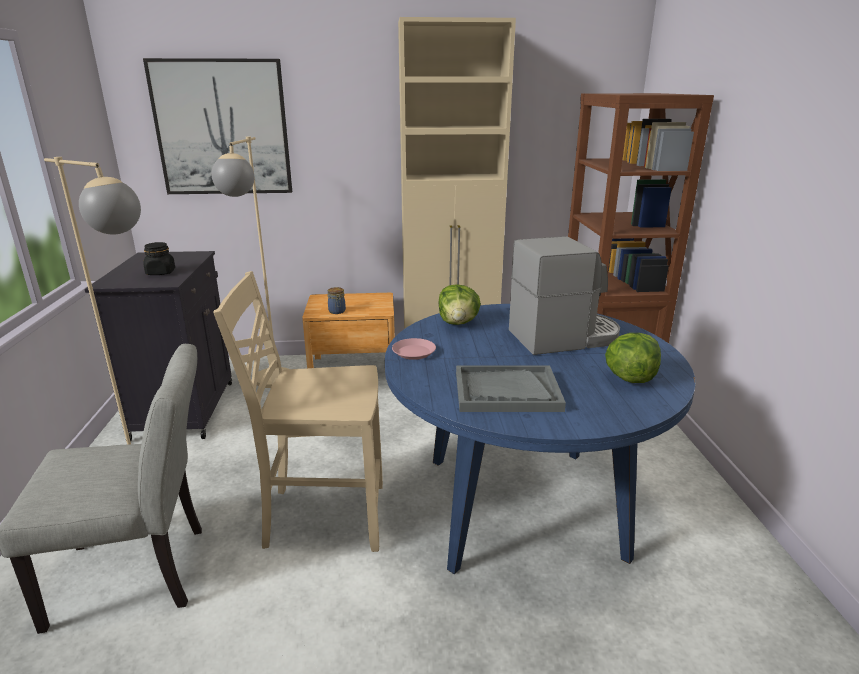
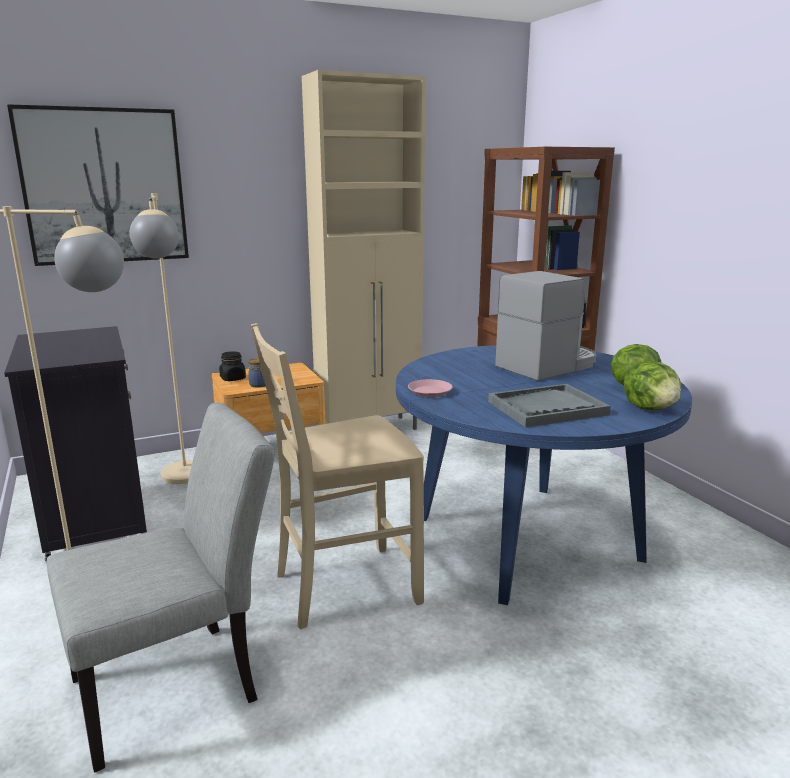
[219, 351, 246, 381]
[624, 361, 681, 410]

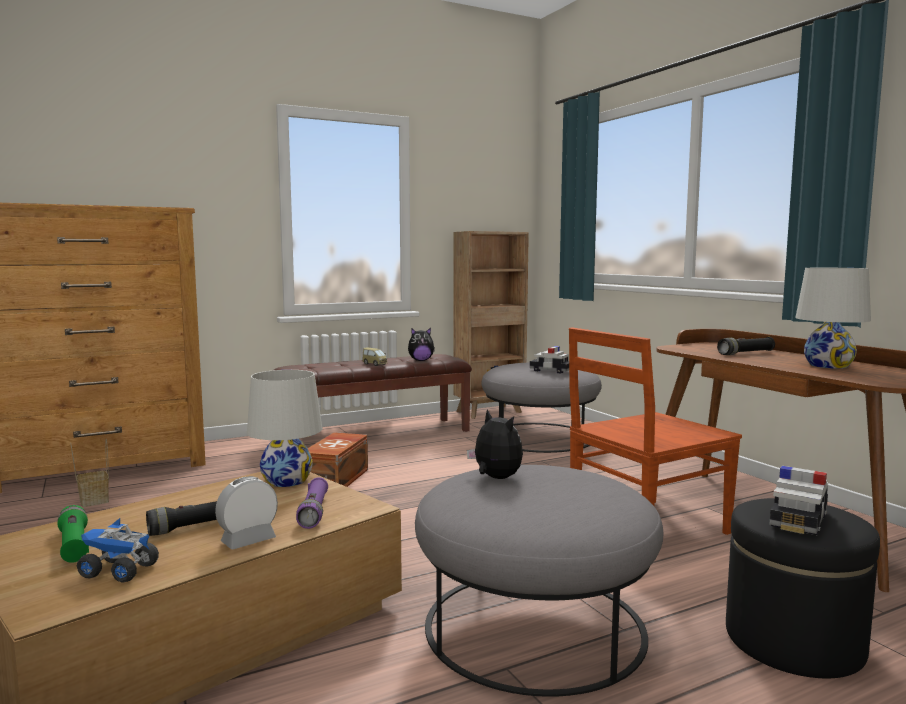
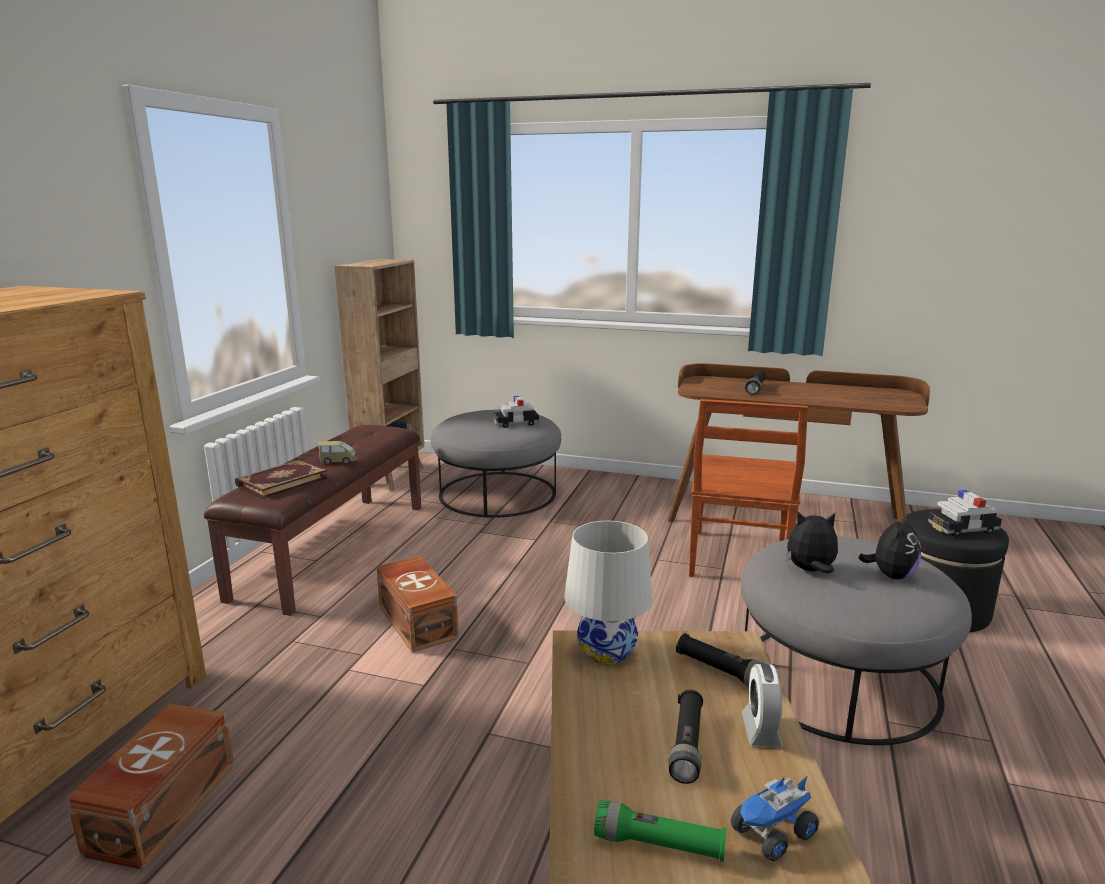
[795, 268, 871, 369] (first image)
[235, 460, 327, 499]
[858, 513, 921, 579]
[66, 703, 234, 870]
[676, 633, 764, 687]
[928, 489, 1002, 537]

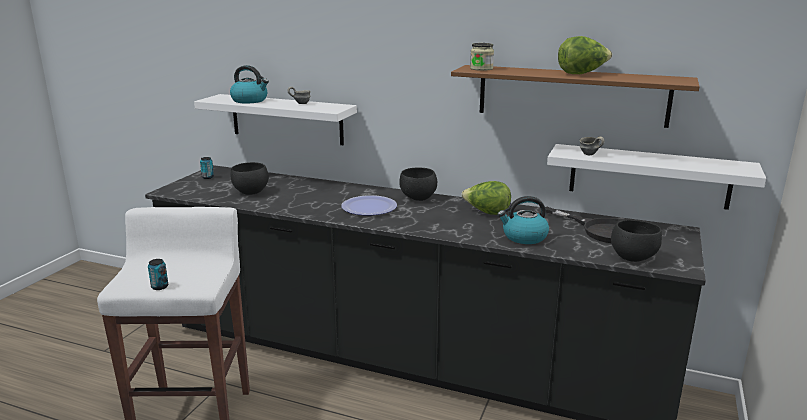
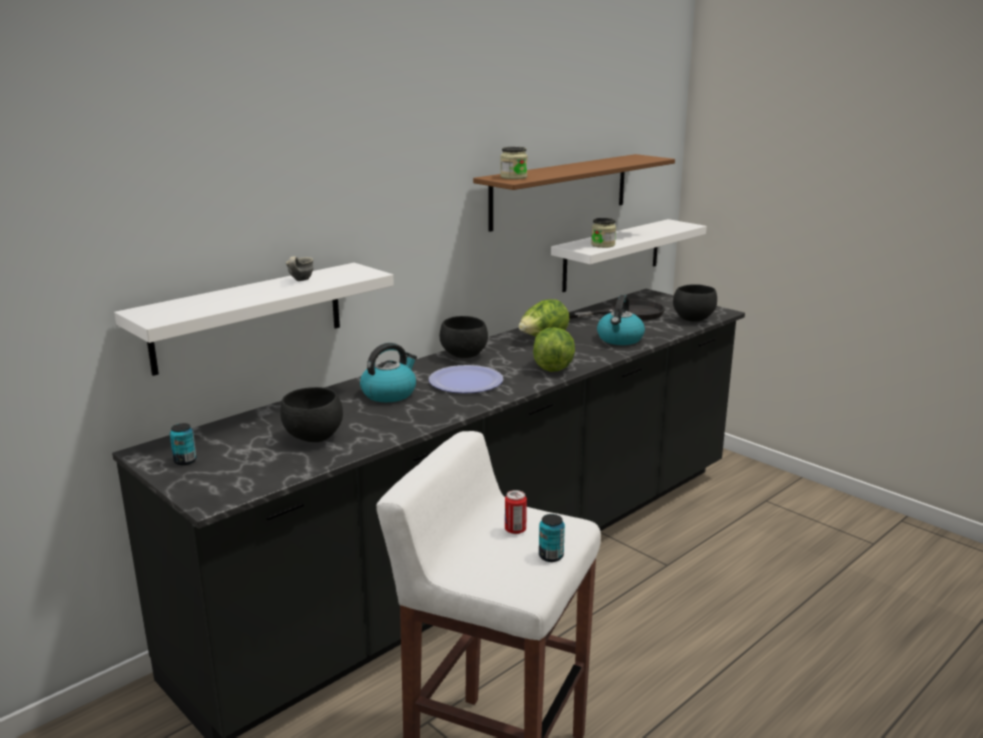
[505, 490, 527, 534]
[360, 343, 417, 402]
[533, 327, 575, 372]
[591, 218, 616, 248]

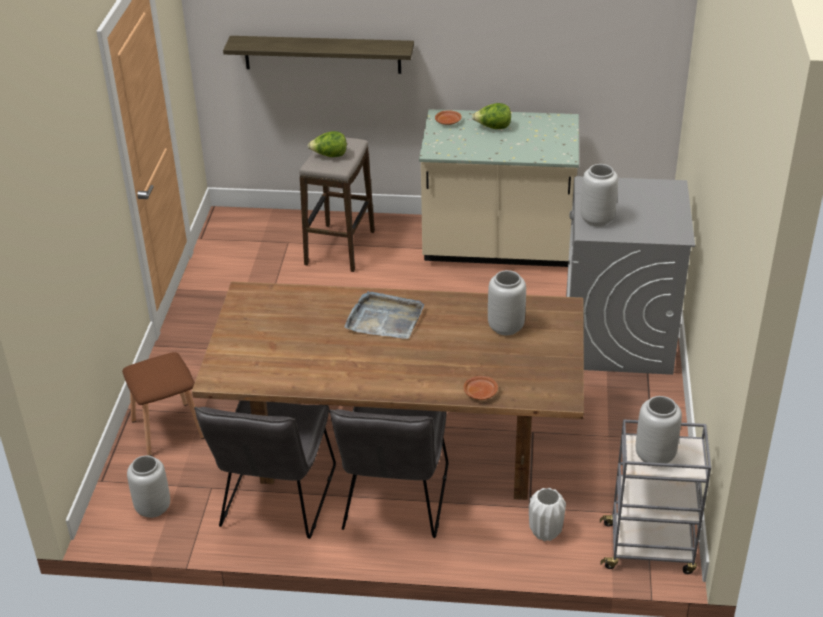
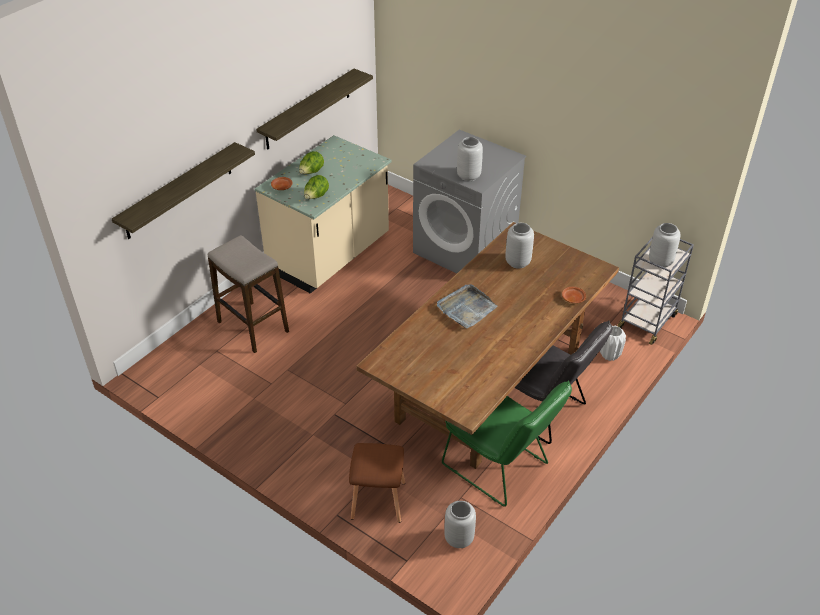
[256, 69, 373, 150]
[304, 175, 329, 199]
[442, 380, 572, 507]

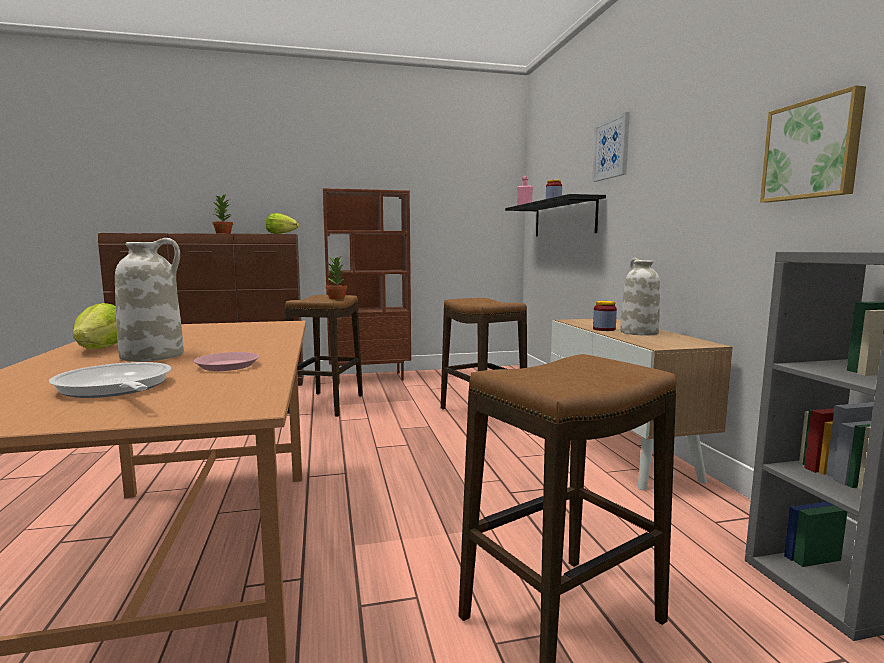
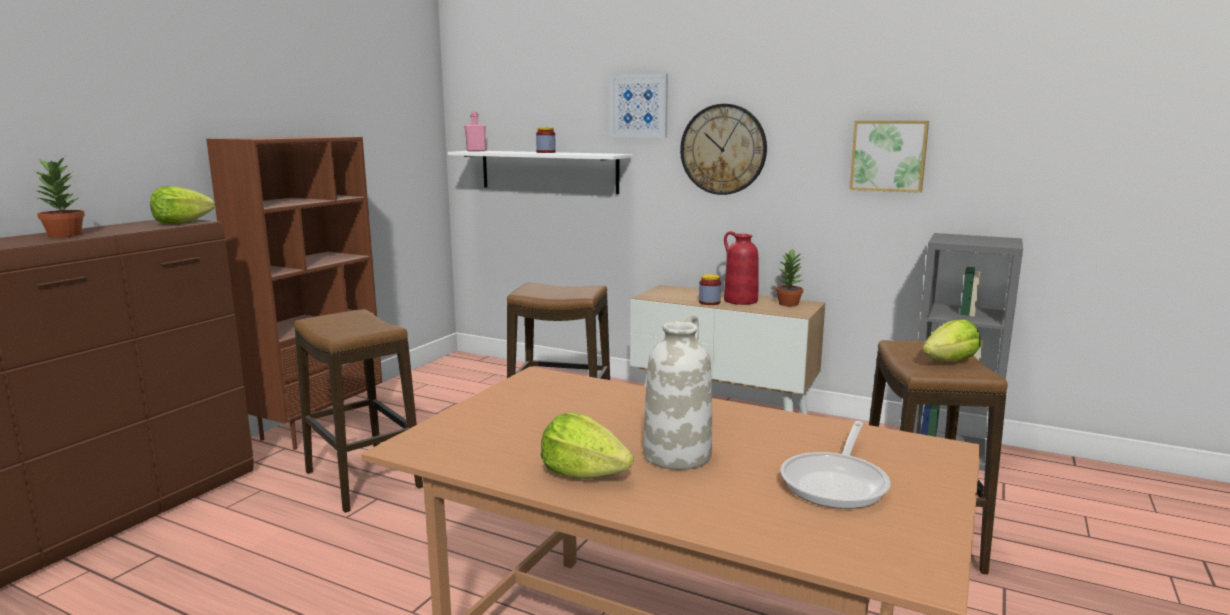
[194, 352, 259, 371] (first image)
[680, 104, 767, 195]
[923, 319, 981, 361]
[776, 249, 803, 306]
[448, 151, 633, 194]
[724, 231, 759, 305]
[781, 421, 891, 509]

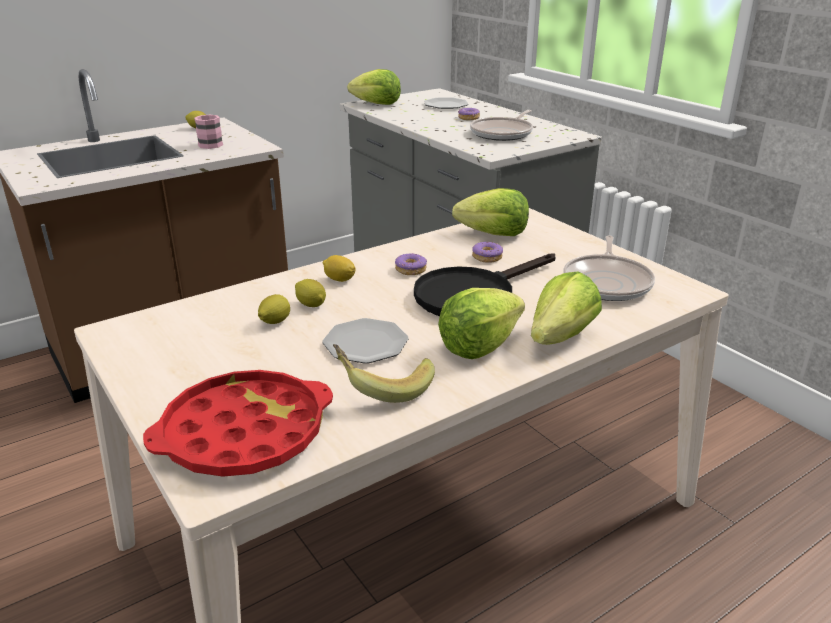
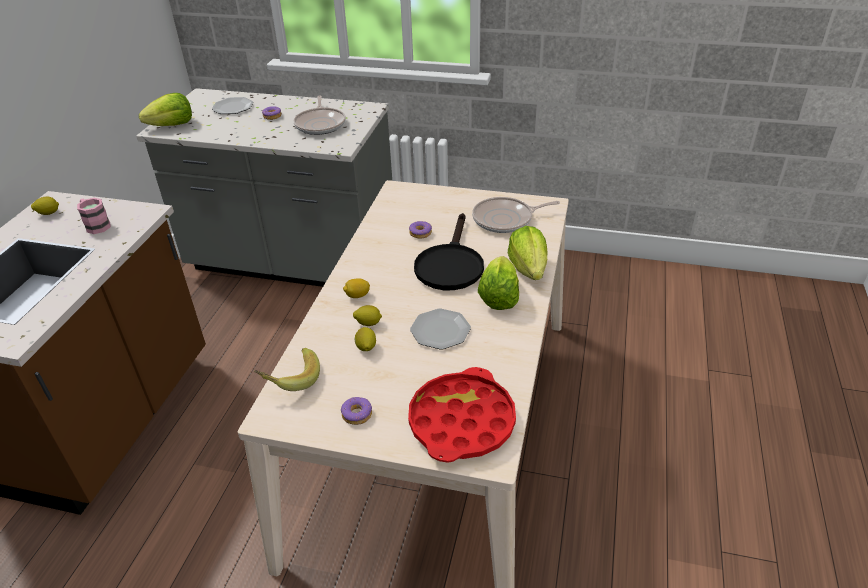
[452, 188, 529, 236] (first image)
[254, 348, 320, 391]
[341, 397, 372, 425]
[472, 197, 560, 233]

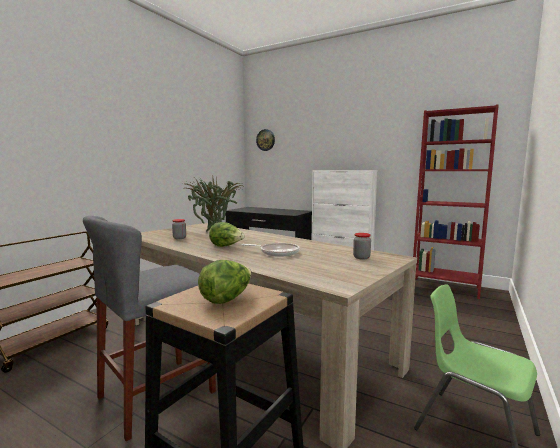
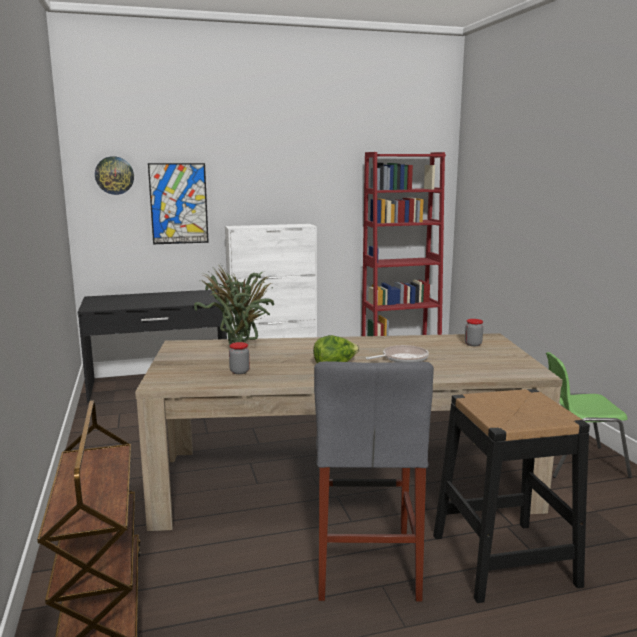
[198, 260, 251, 304] (first image)
[148, 163, 209, 244]

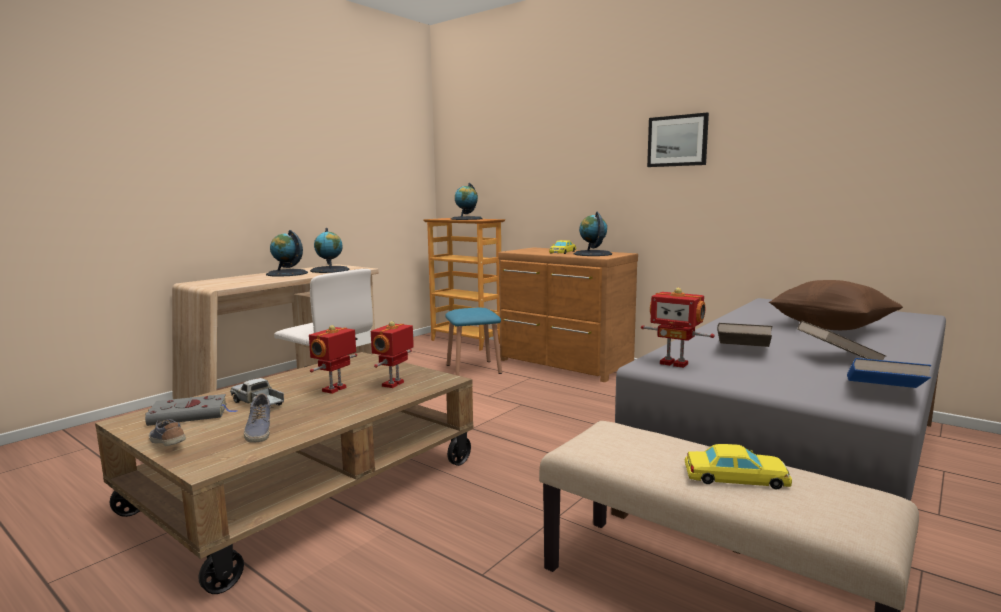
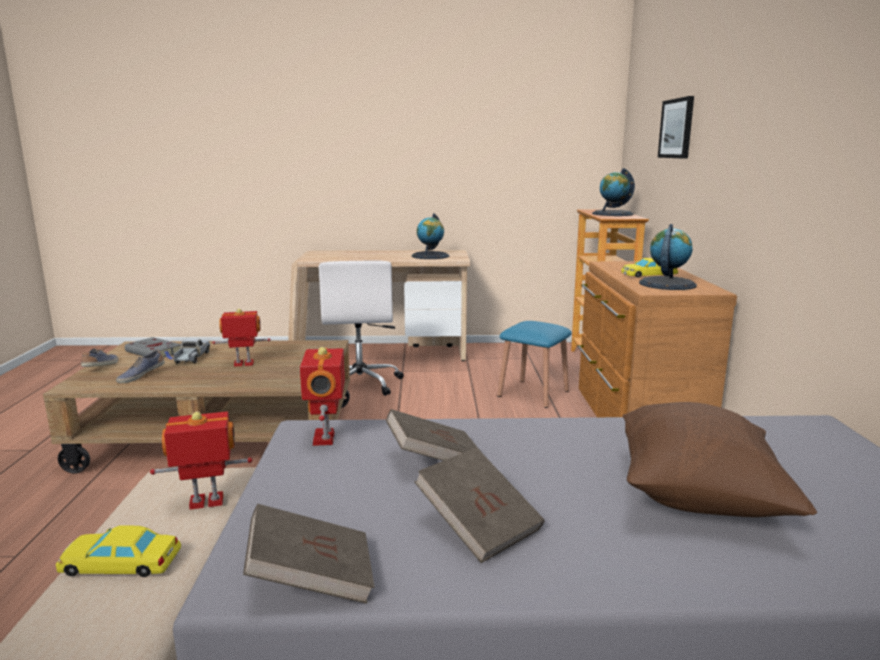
[266, 230, 308, 277] (first image)
[150, 412, 252, 510]
[658, 96, 694, 158]
[243, 504, 374, 604]
[56, 525, 181, 577]

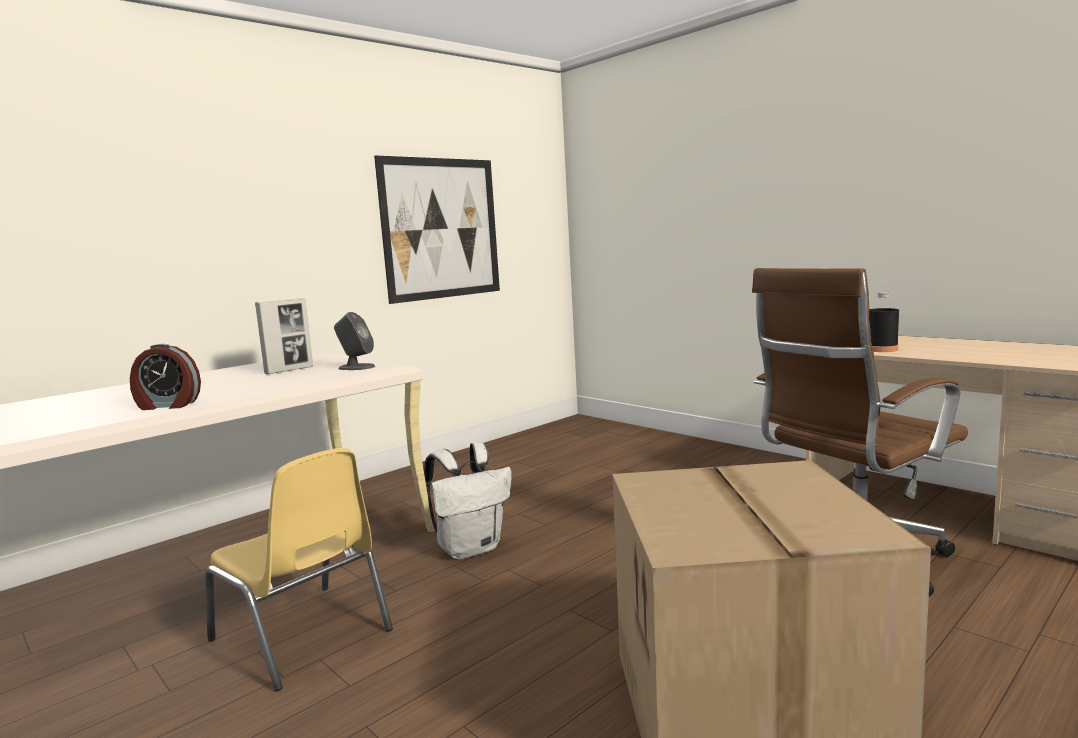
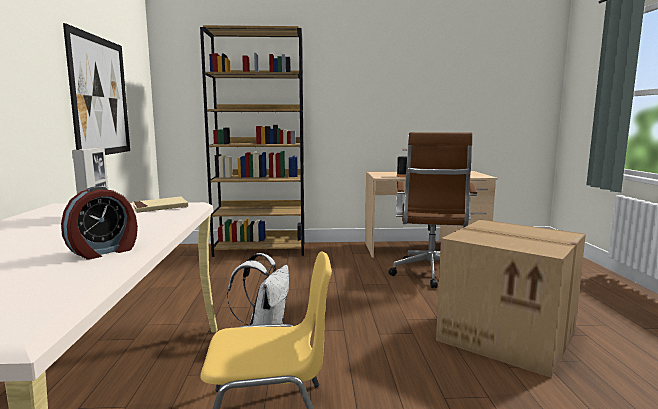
[200, 25, 304, 257]
[132, 197, 188, 213]

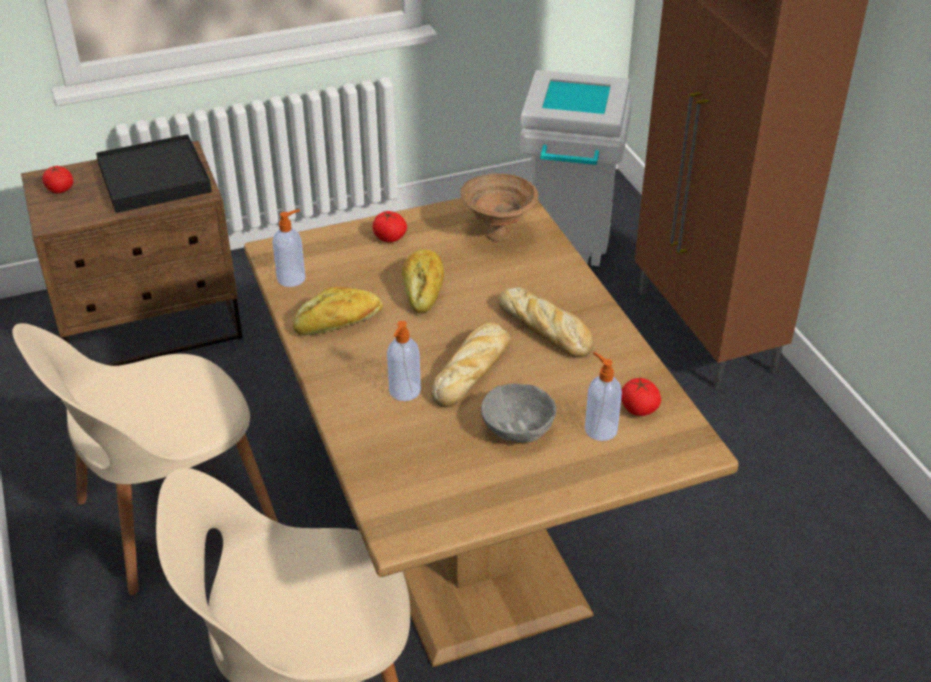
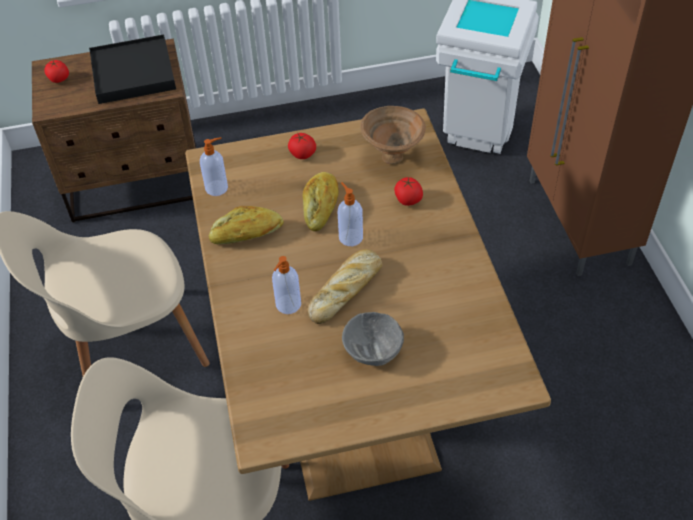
[498, 287, 594, 358] (first image)
[338, 182, 363, 246]
[394, 177, 423, 206]

